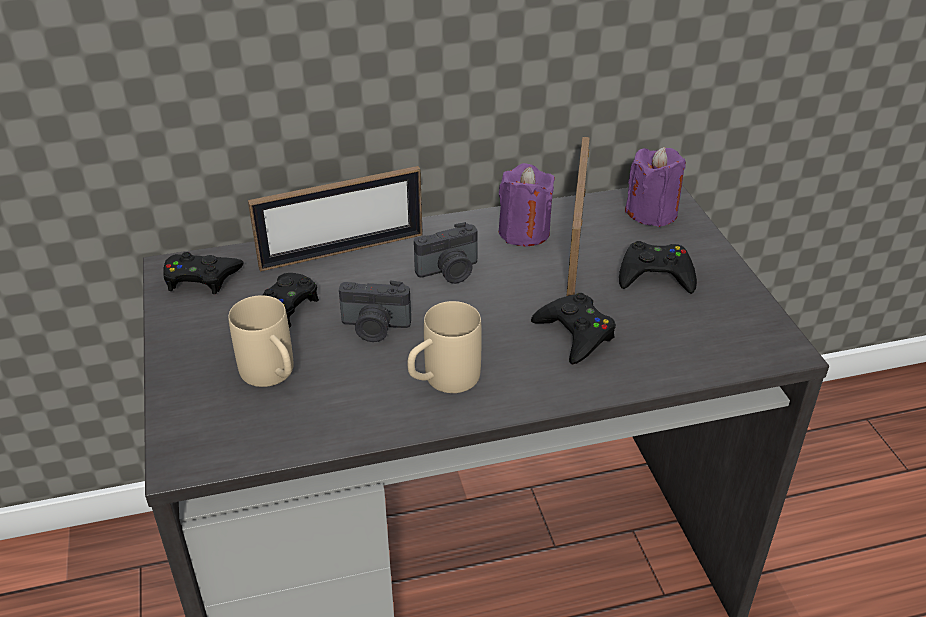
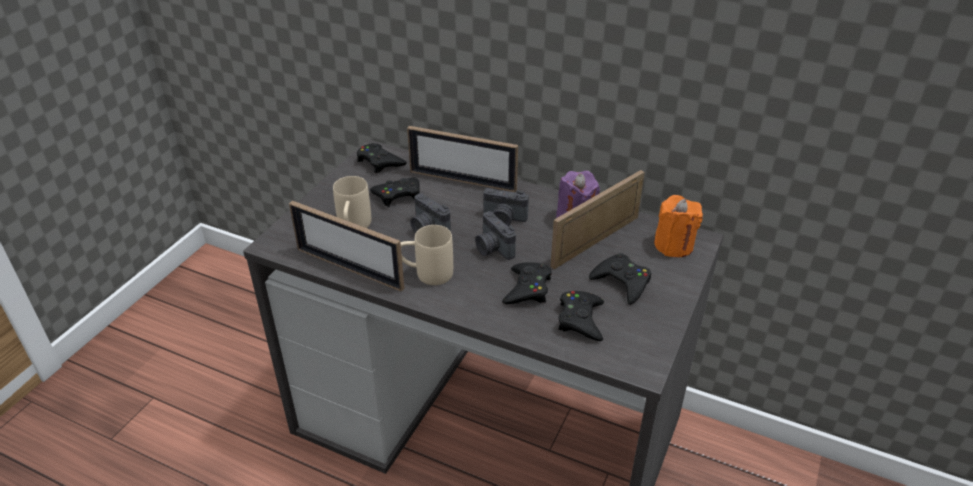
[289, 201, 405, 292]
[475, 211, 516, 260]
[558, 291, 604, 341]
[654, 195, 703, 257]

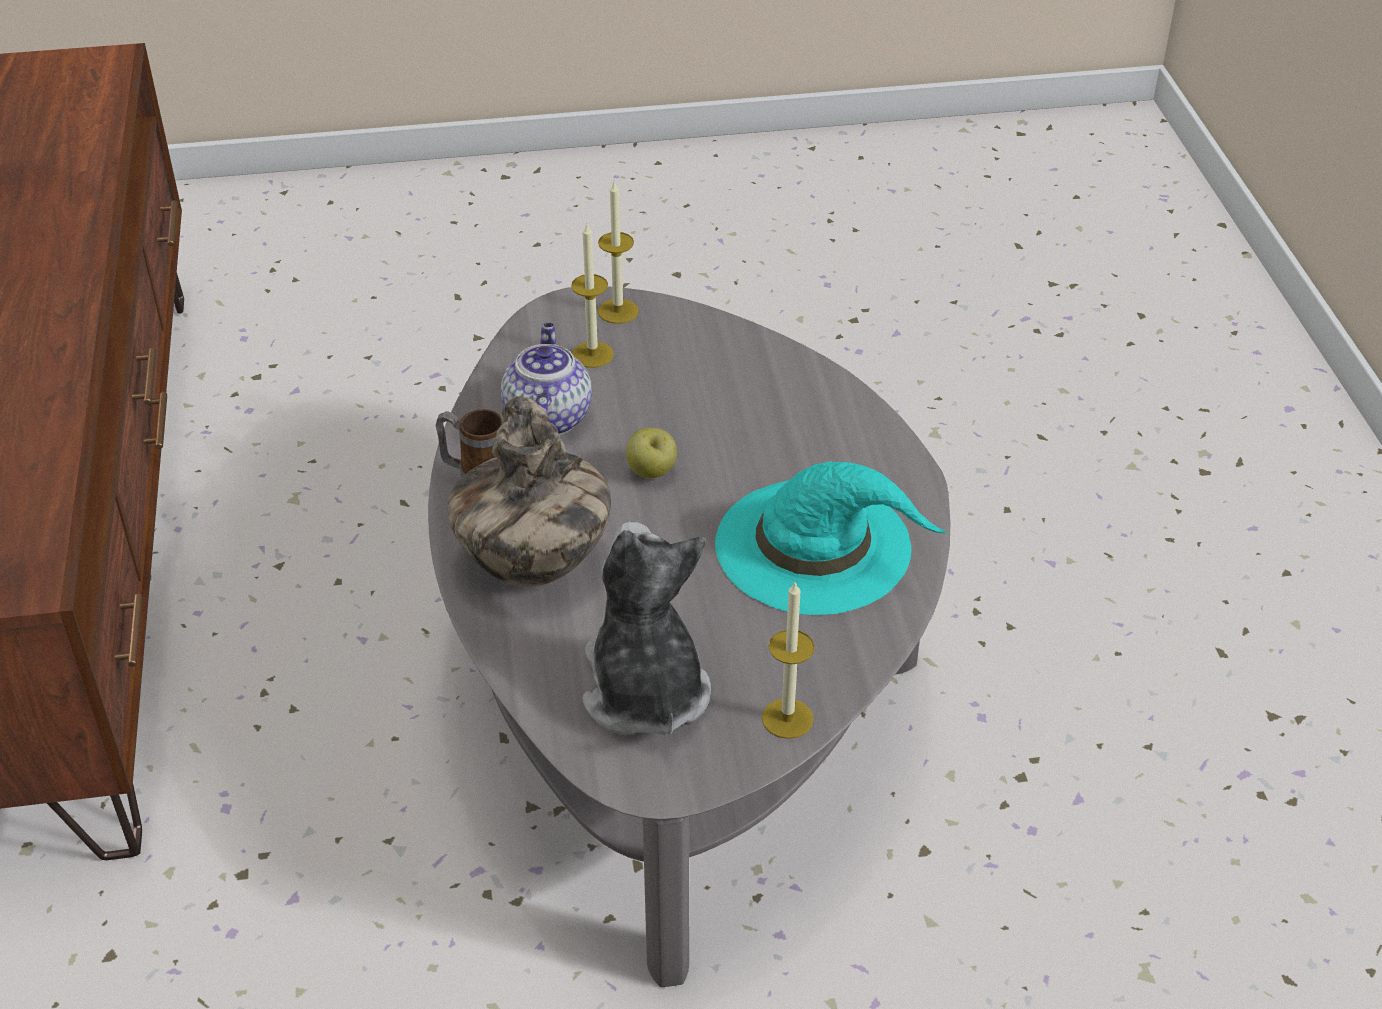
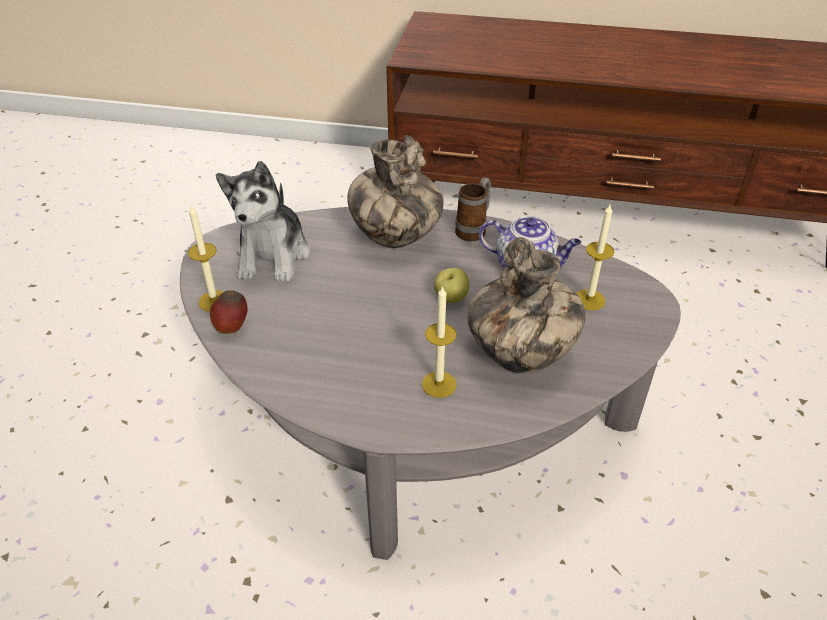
[715, 461, 949, 615] (first image)
[210, 290, 248, 334]
[467, 237, 585, 373]
[422, 285, 457, 398]
[216, 161, 310, 283]

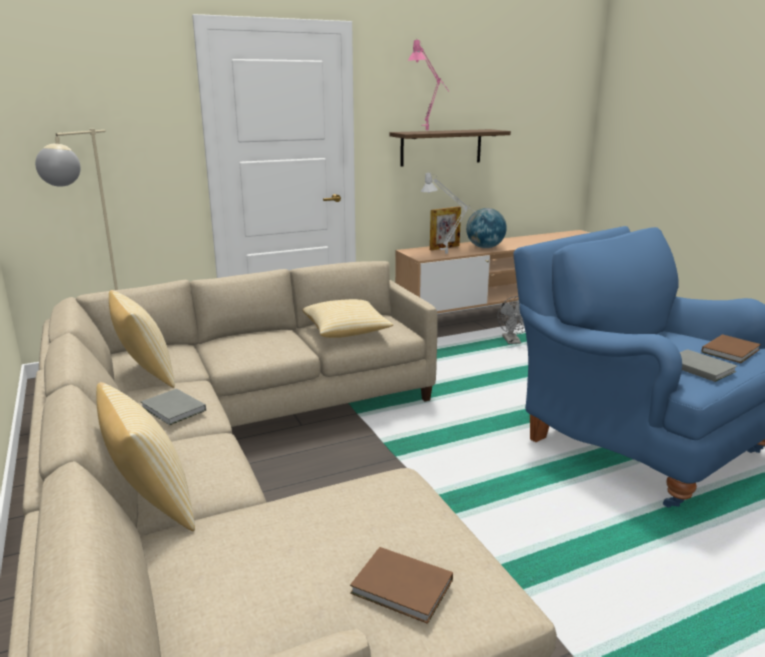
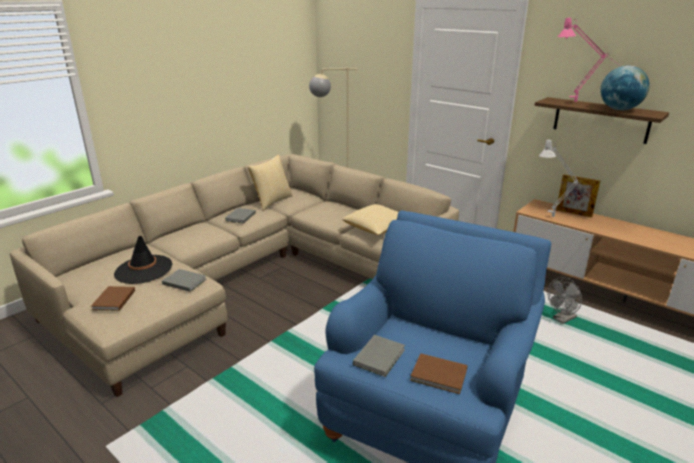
[96, 382, 195, 531] (first image)
[114, 236, 172, 284]
[162, 269, 207, 292]
[600, 65, 650, 110]

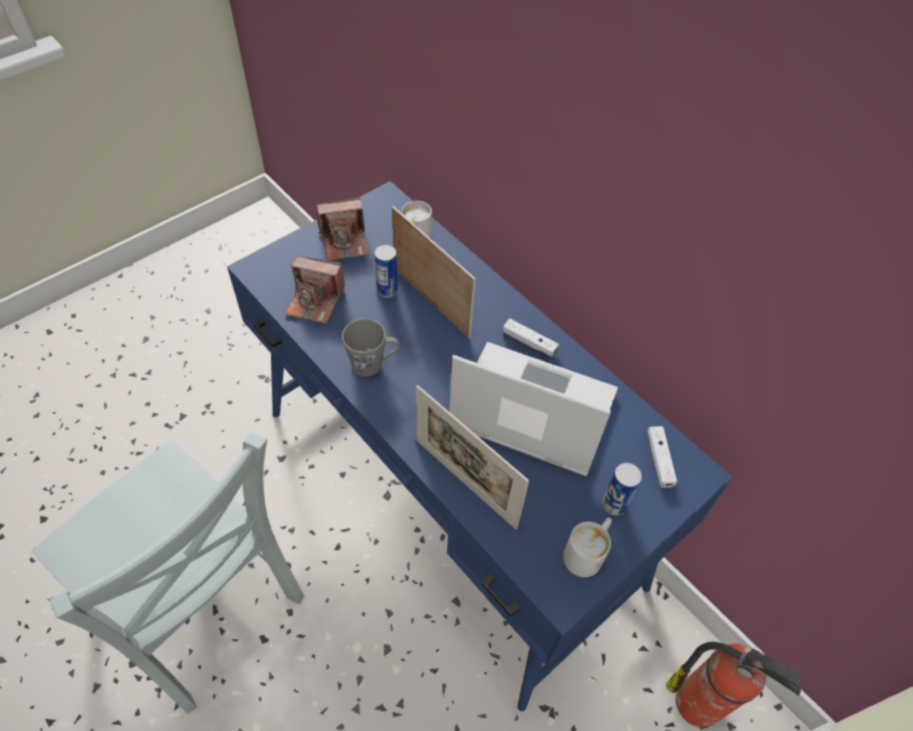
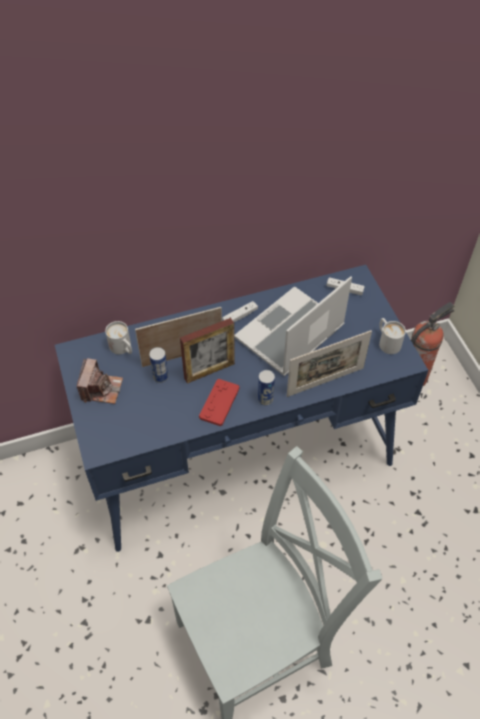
[285, 256, 345, 324] (first image)
[180, 318, 235, 384]
[258, 370, 275, 405]
[199, 379, 240, 426]

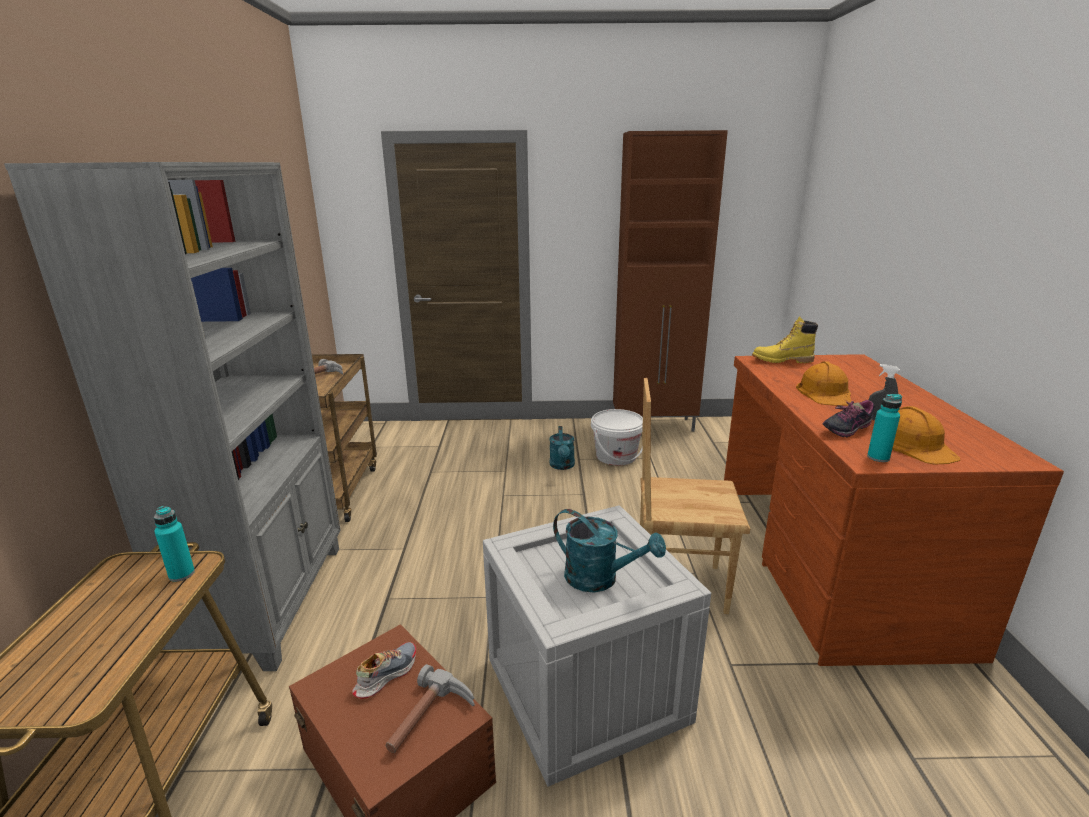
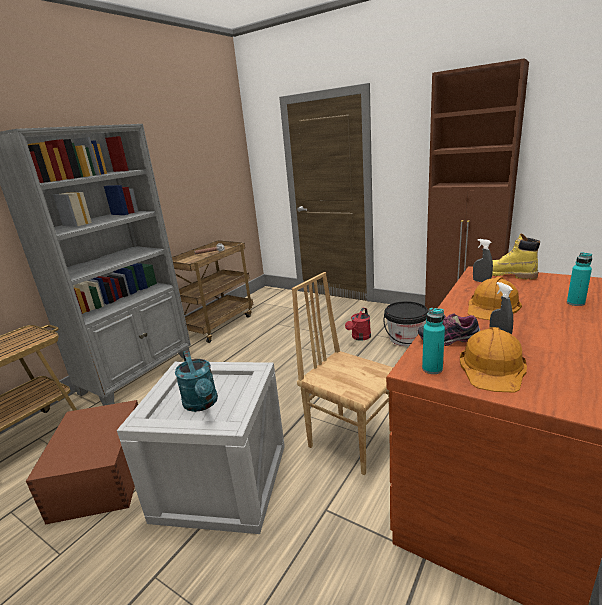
[352, 642, 416, 699] (first image)
[386, 664, 475, 753] (first image)
[473, 239, 493, 282]
[567, 252, 592, 306]
[345, 308, 371, 340]
[384, 301, 429, 346]

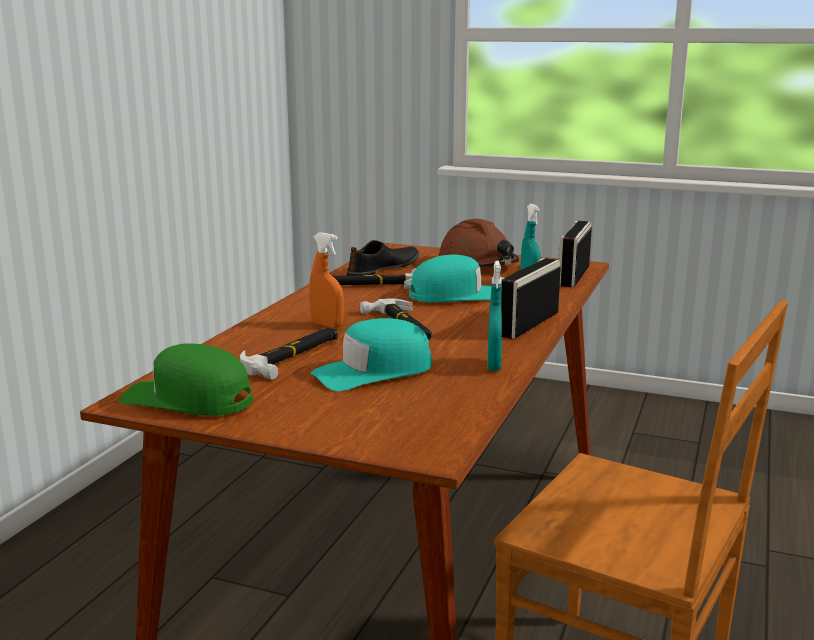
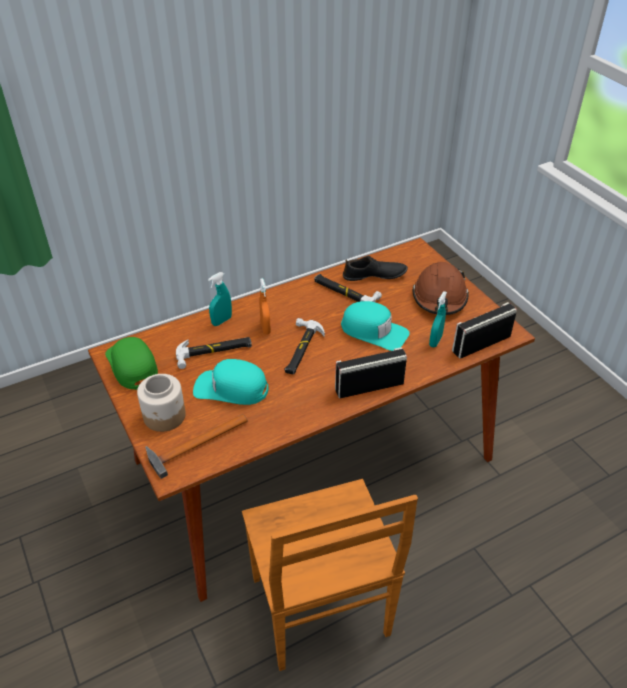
[137, 374, 186, 432]
[145, 414, 248, 479]
[208, 272, 232, 326]

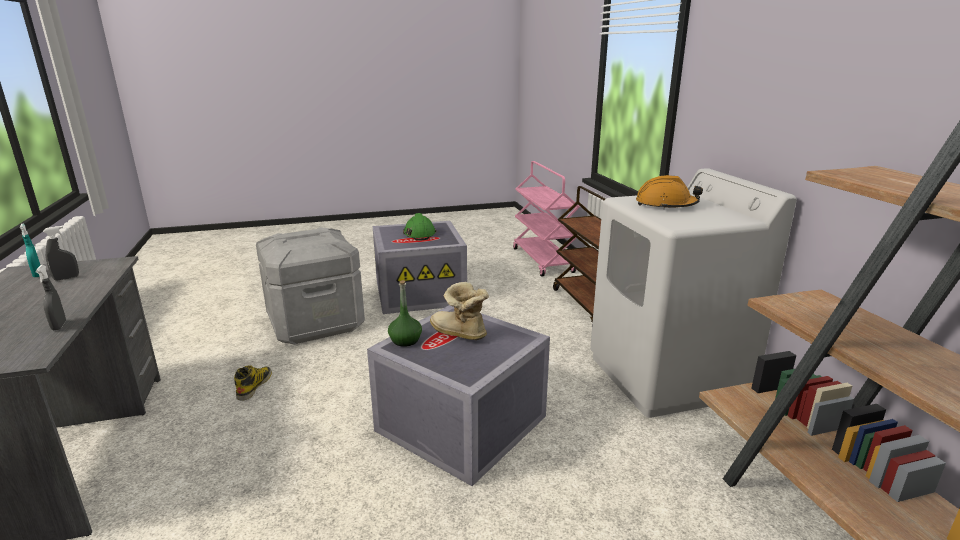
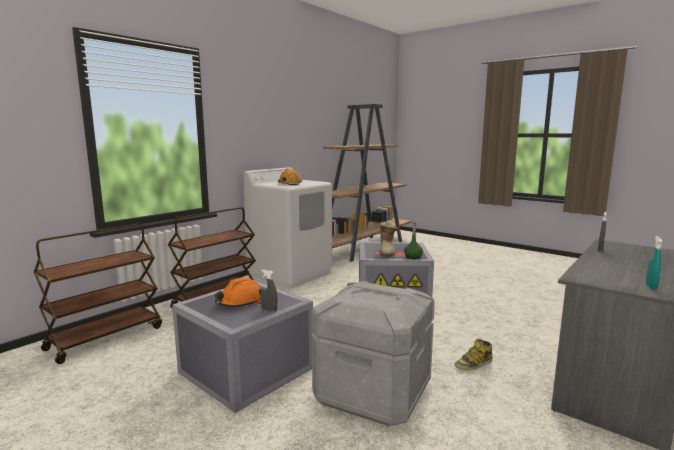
[260, 270, 278, 312]
[215, 278, 263, 307]
[34, 224, 162, 364]

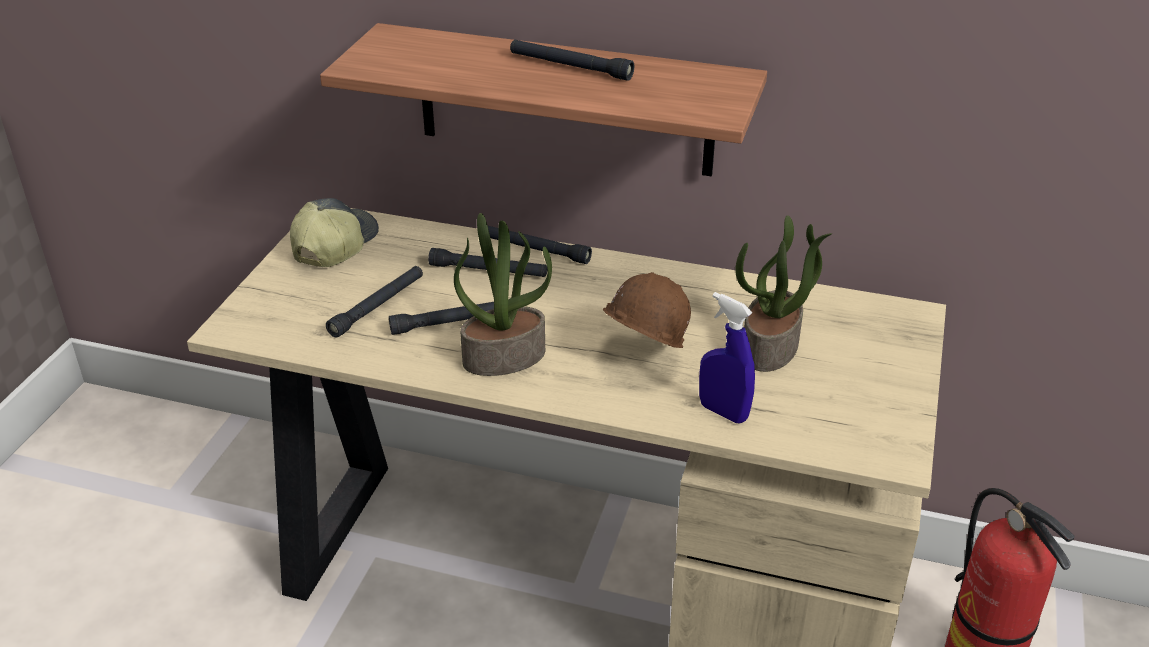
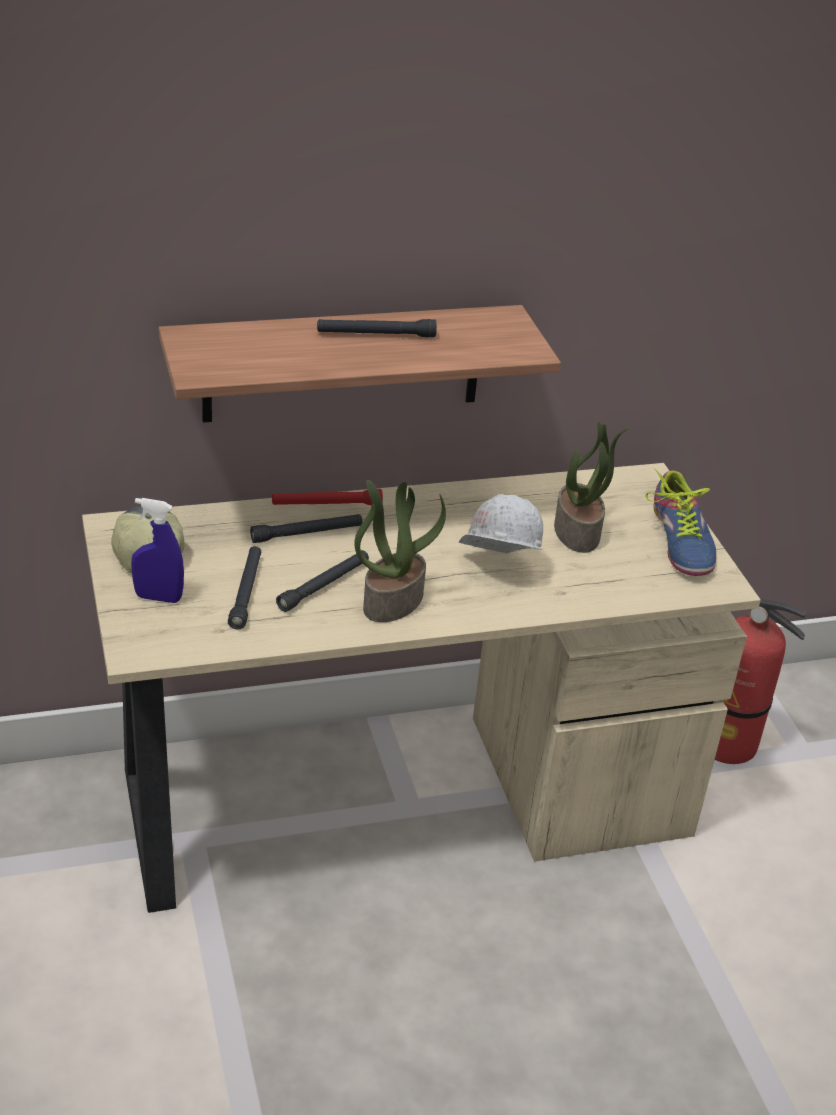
[645, 469, 716, 576]
[131, 498, 184, 603]
[272, 489, 383, 505]
[459, 494, 543, 553]

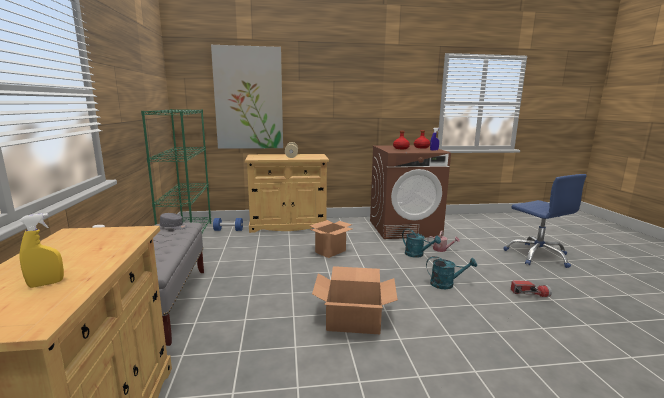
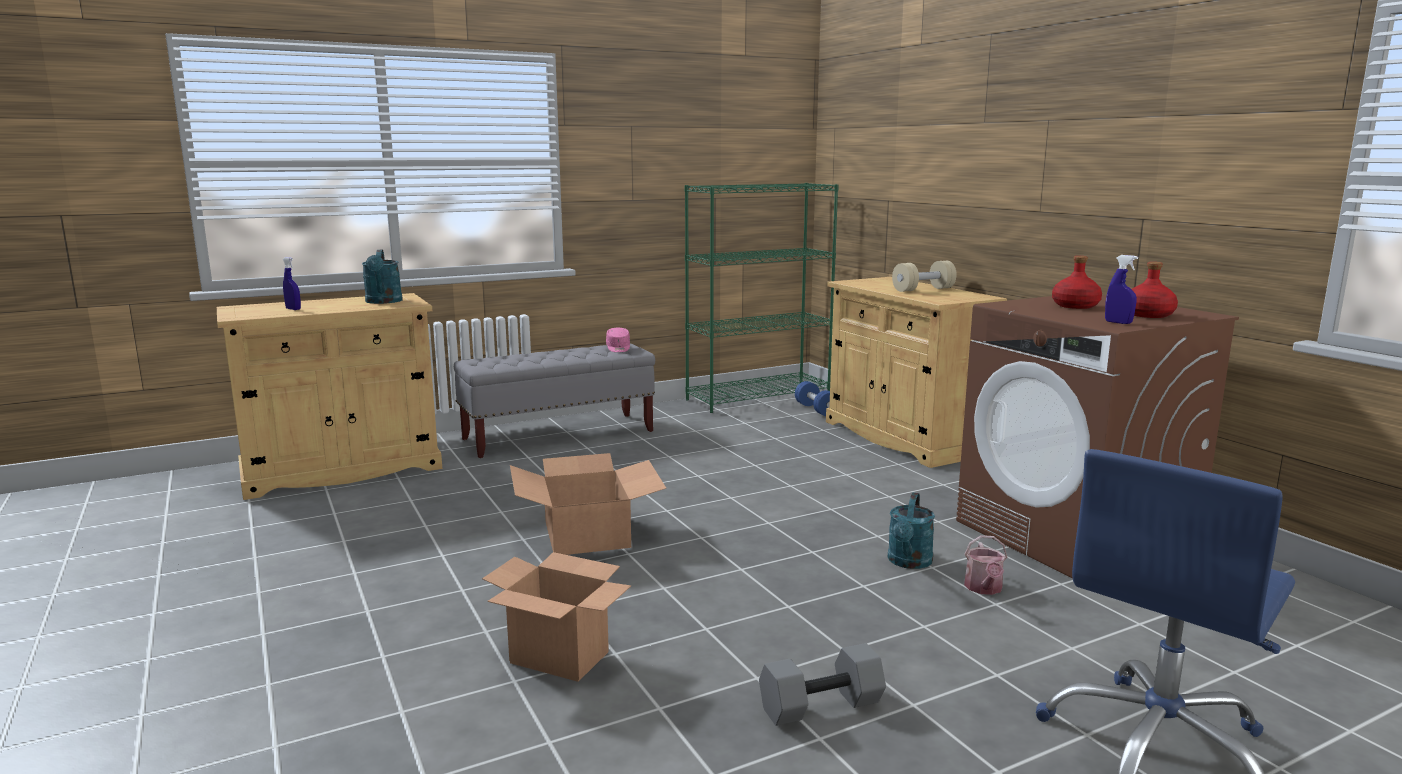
[211, 45, 283, 149] (first image)
[482, 552, 631, 682]
[362, 250, 403, 304]
[759, 643, 886, 726]
[283, 257, 301, 310]
[606, 328, 630, 352]

